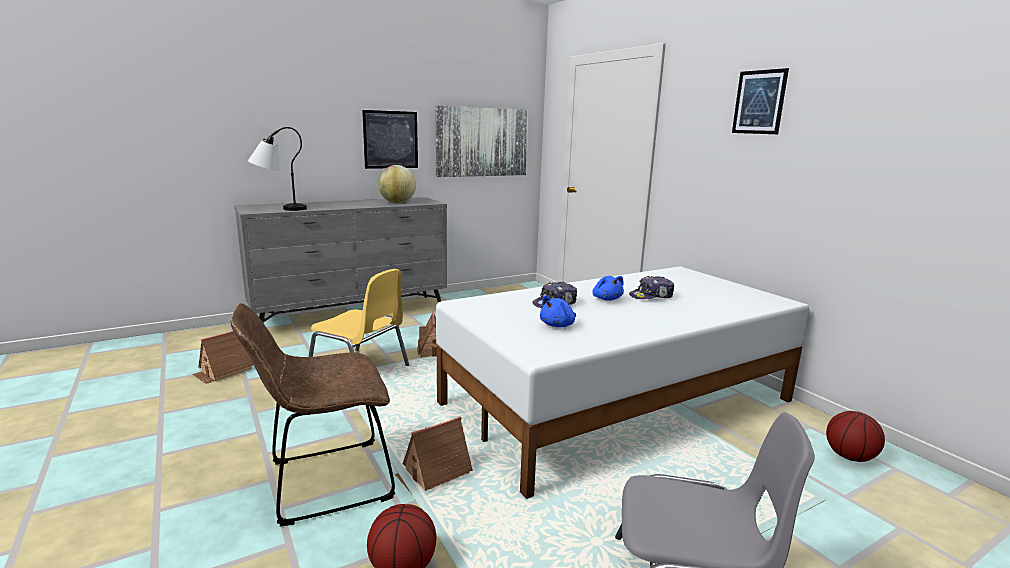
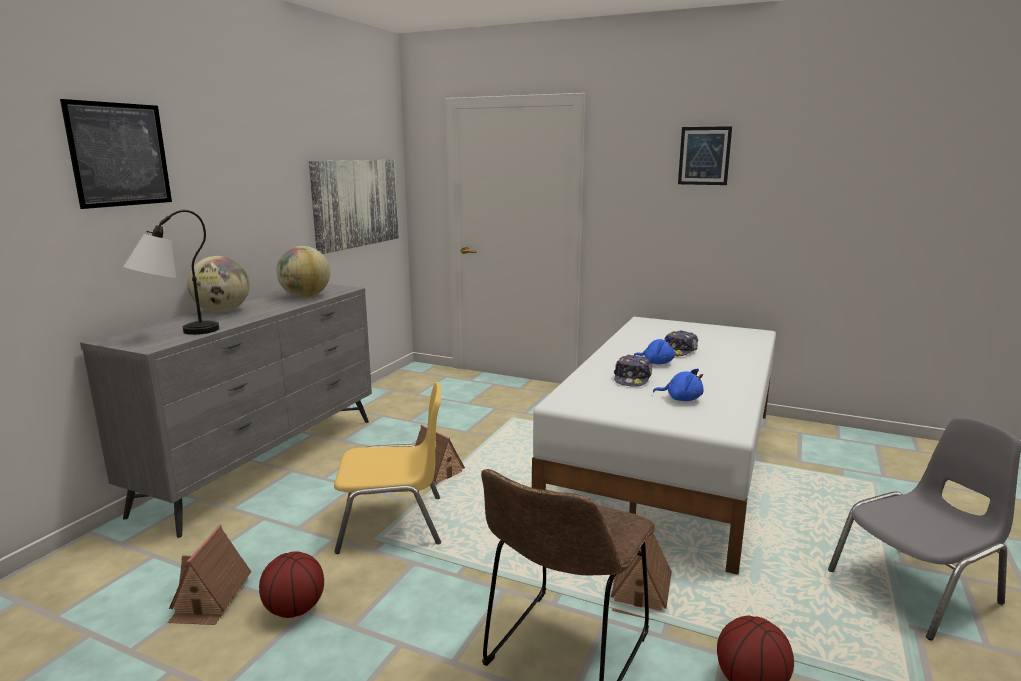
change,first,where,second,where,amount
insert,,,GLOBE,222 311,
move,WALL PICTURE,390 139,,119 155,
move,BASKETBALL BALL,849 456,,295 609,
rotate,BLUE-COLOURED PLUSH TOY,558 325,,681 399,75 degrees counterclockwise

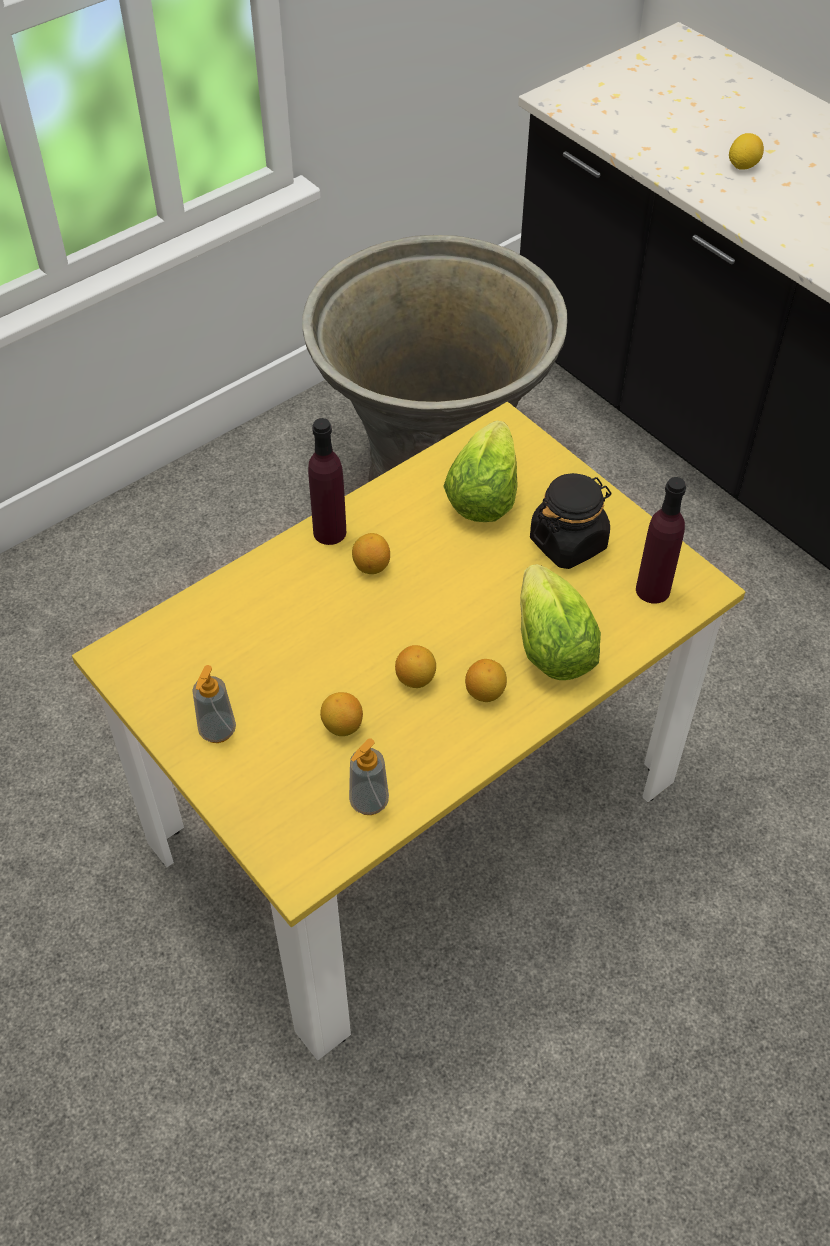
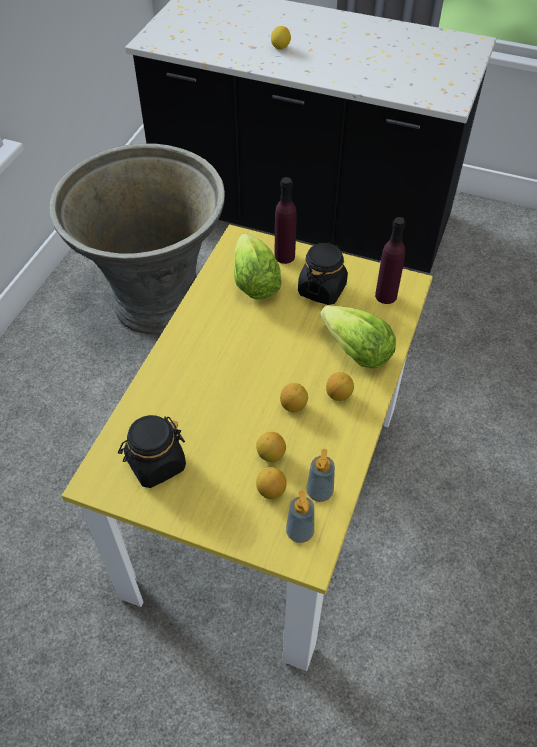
change,first,where,second,where,amount
insert,,,BLACKISH PRESERVE JAR,156 464,
move,SOAP BOTTLE,217 730,,300 532,
move,PURPLE-COLOURED BEVERAGE BOTTLE,330 532,,284 256,
move,CITRUS FRUIT,371 566,,271 490,

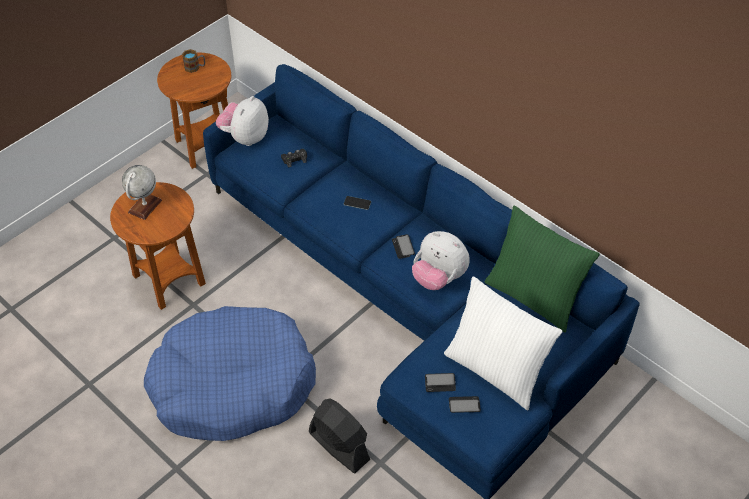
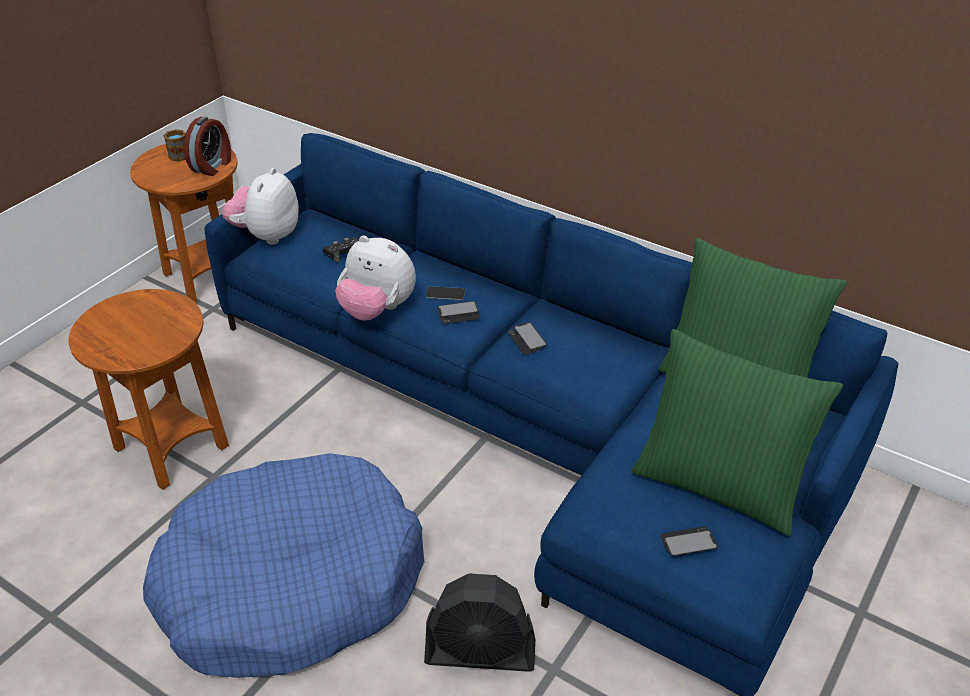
change,first,where,second,where,amount
delete,GLOBE,145 206,,,
insert,,,TABLE CLOCK,212 166,
move,PLUSH TOY,438 278,,377 310,
move,PHONE,440 383,,458 313,
recolor,WHITISH CUSHION,495 370,GREEN CUSHION,718 485,
rotate,BLACKISH FAN,339 446,,480 653,150 degrees clockwise

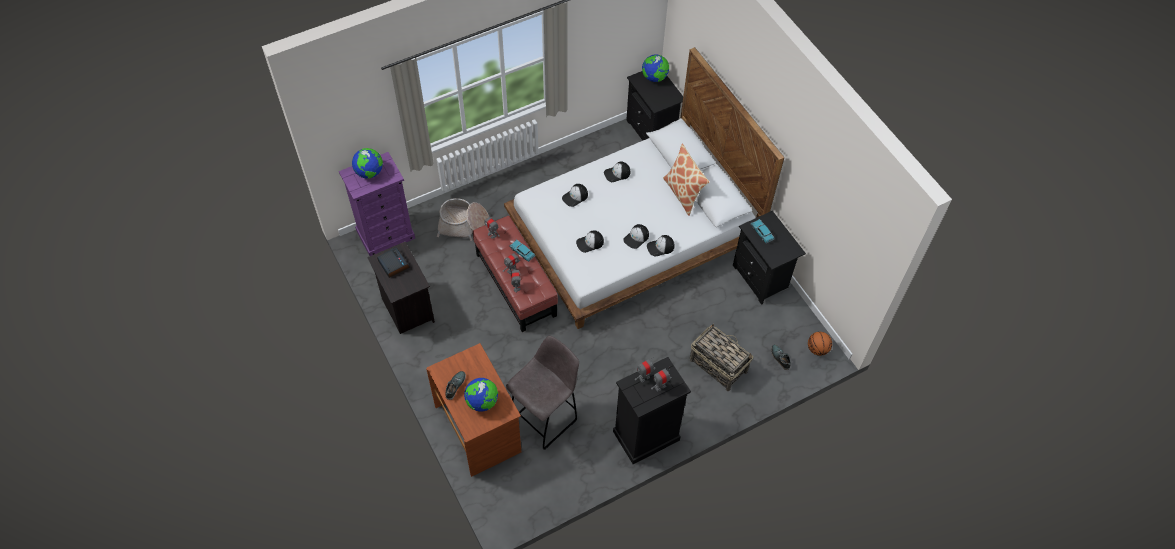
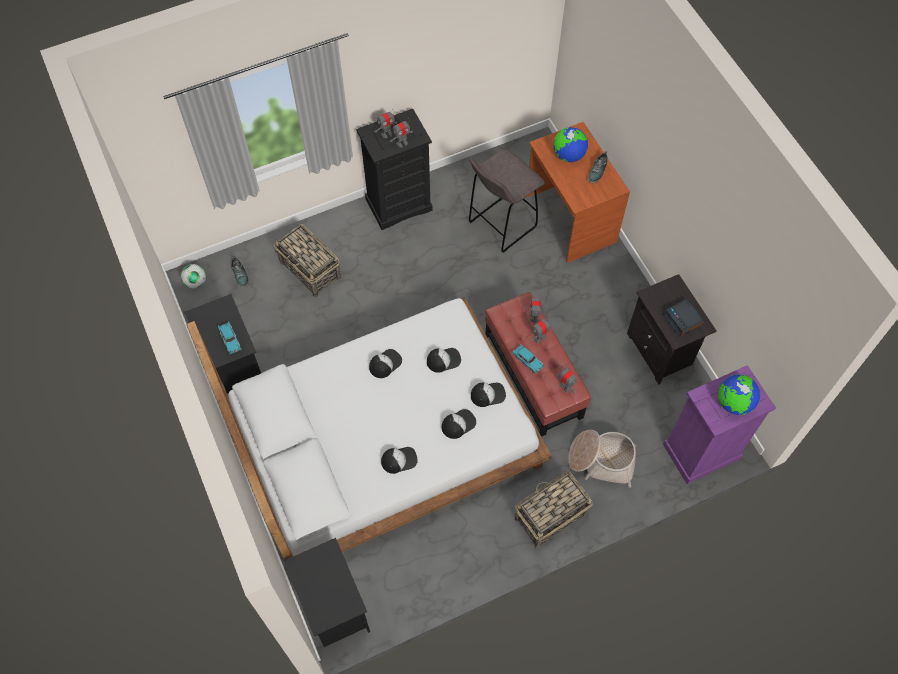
change,first,where,second,where,amount
delete,GLOBE,654 77,,,
delete,CUSHION,683 193,,,
insert,,,BASKET,550 517,
move,BASEBALL CAP,660 247,,488 394,
replace,BASKETBALL BALL,817 349,FOOTBALL BALL,196 282,

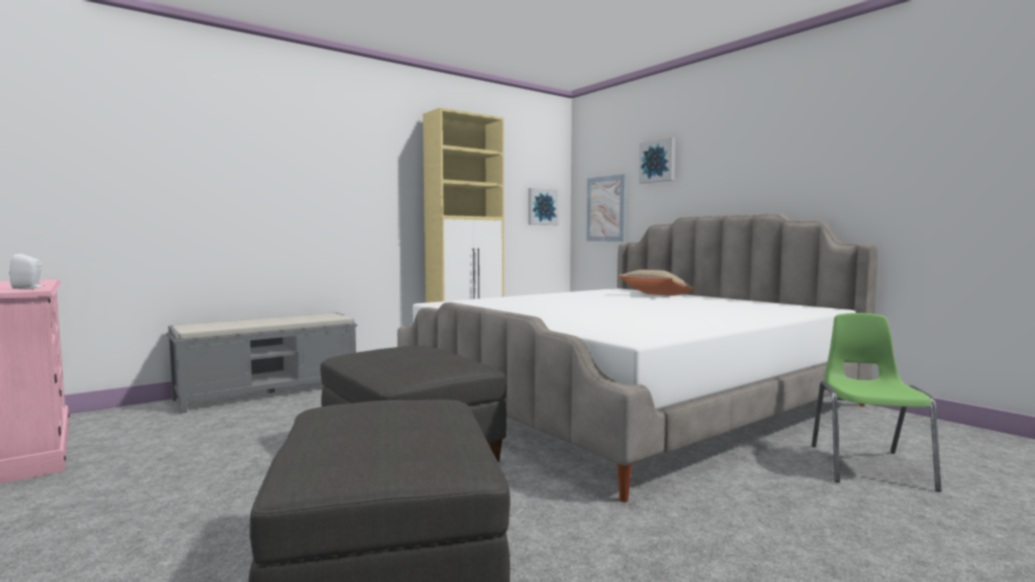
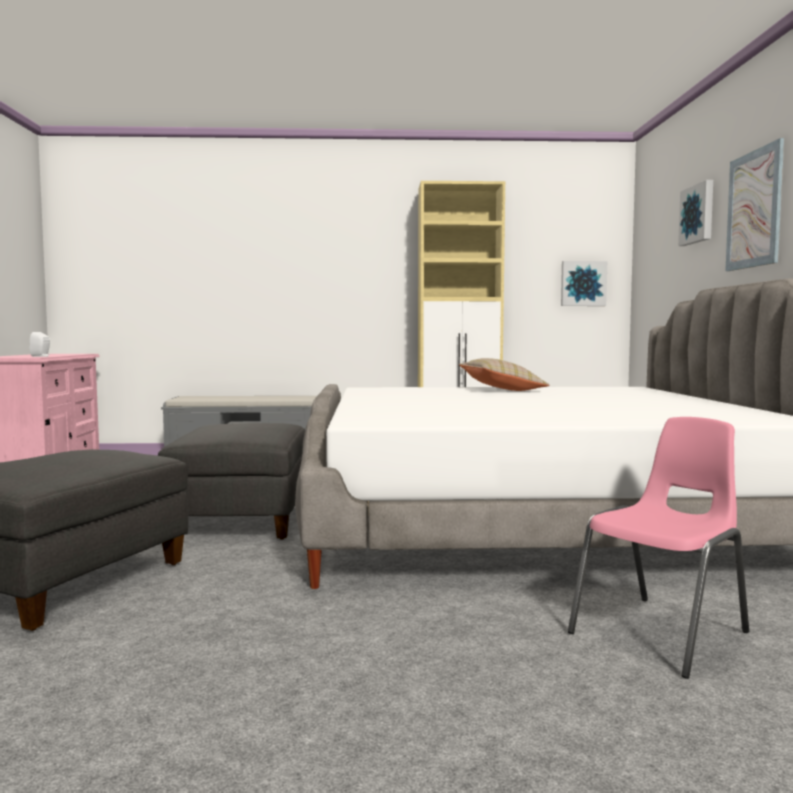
change,first,where,second,where,amount
move,WALL PICTURE,606 209,,754 209,
move,BEIGE CUSHION,656 295,,501 390,
recolor,GREEN CHAIR,868 466,PINK-COLOURED CHAIR,663 633,

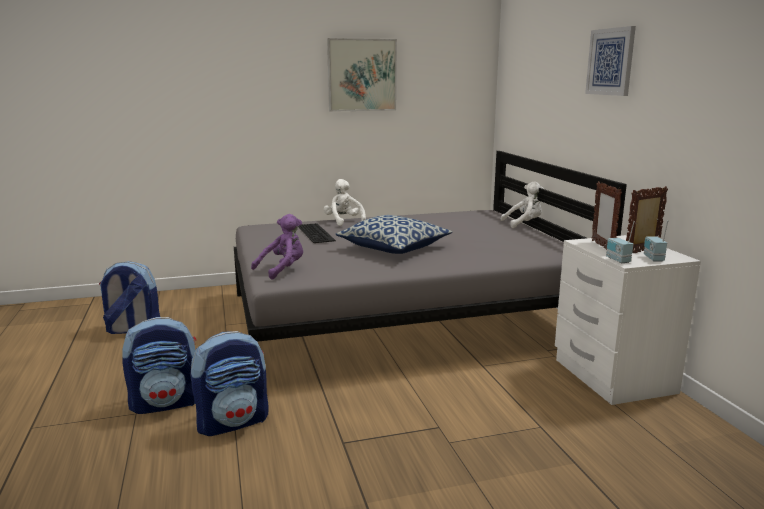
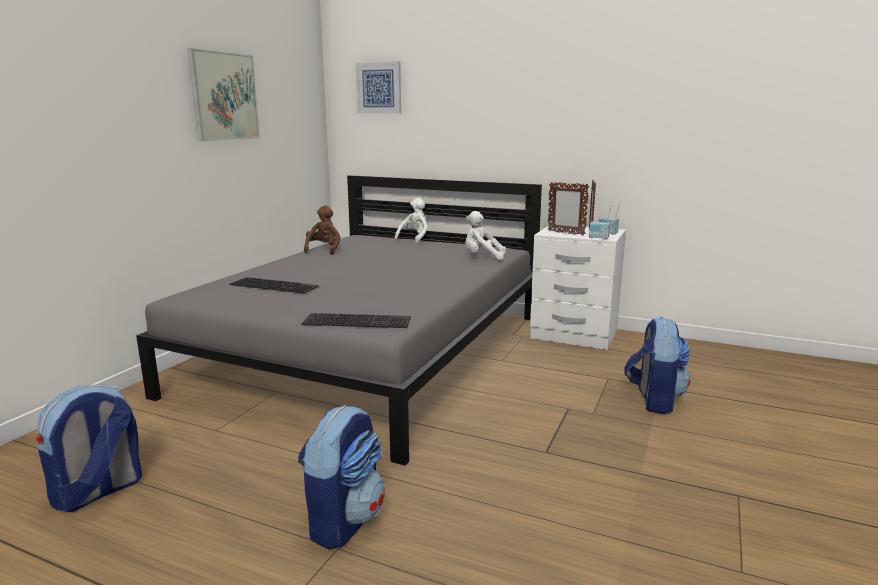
change,first,where,second,where,amount
delete,CUSHION,394 248,,,
insert,,,BROWN-COLOURED PLUSH TOY,324 250,
move,KNAPSACK,233 422,,654 400,
move,WHITISH PLUSH TOY,343 222,,482 257,
move,WALL PICTURE,611 62,,379 88,
replace,PURPLE-COLOURED PLUSH TOY,283 270,KEYBOARD,358 320,

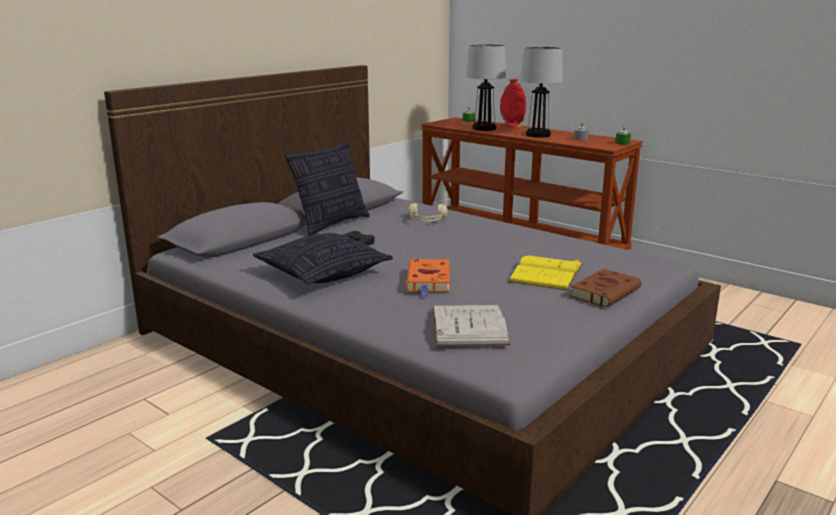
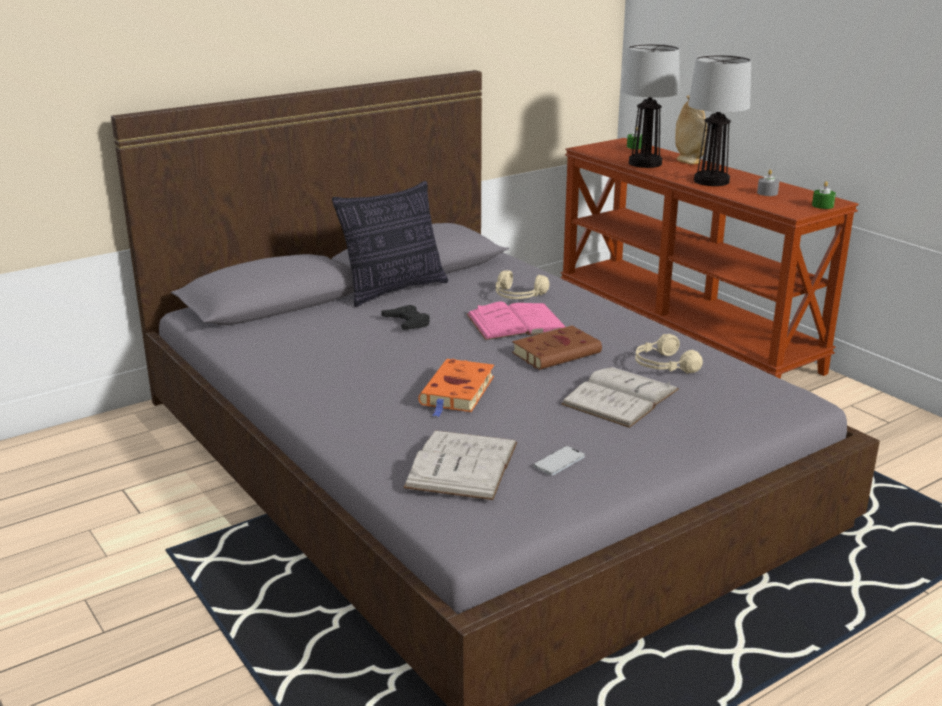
change,first,where,second,where,amount
delete,CUSHION,323 274,,,
insert,,,PINK-COLOURED BOUND BOOK,516 322,
insert,,,PHONE,559 462,
insert,,,BEIGE HEADSET,663 366,
move,BROWN-COLOURED BOUND BOOK,606 292,,558 352,
recolor,RED VASE,512 126,BEIGE VASE,688 161,
recolor,YELLOWISH BOUND BOOK,546 273,WHITISH BOUND BOOK,620 397,

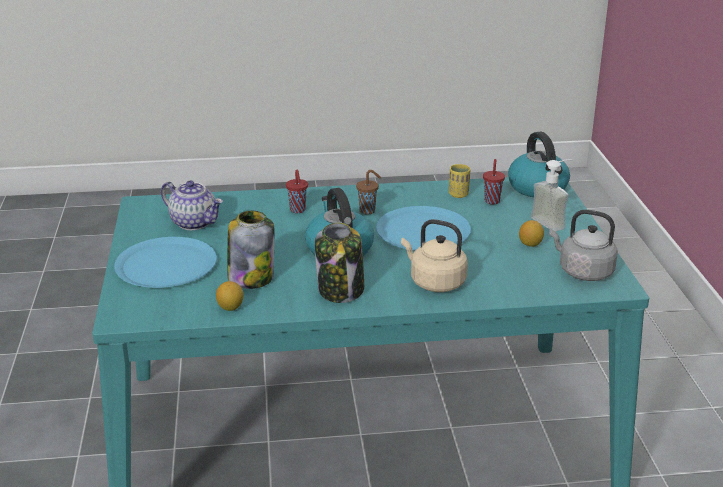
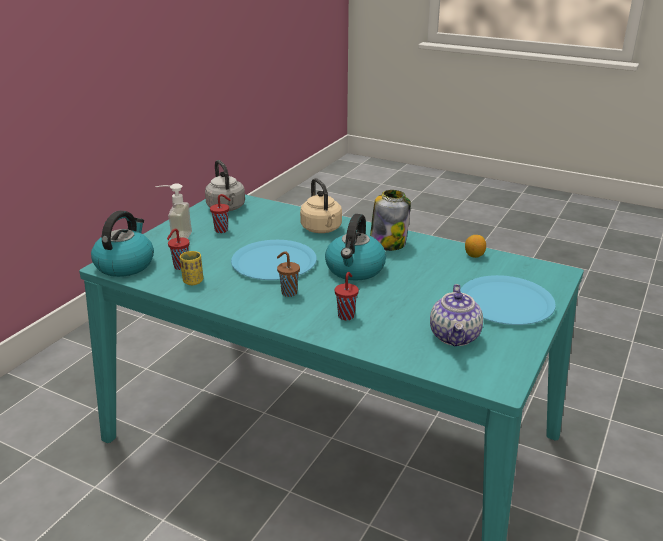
change,first,where,second,where,amount
delete,PRESERVE JAR,251 277,,,
replace,CITRUS FRUIT,530 244,RED CUP,222 230,
rotate,POT FOR TEA,194 223,,455 337,150 degrees counterclockwise

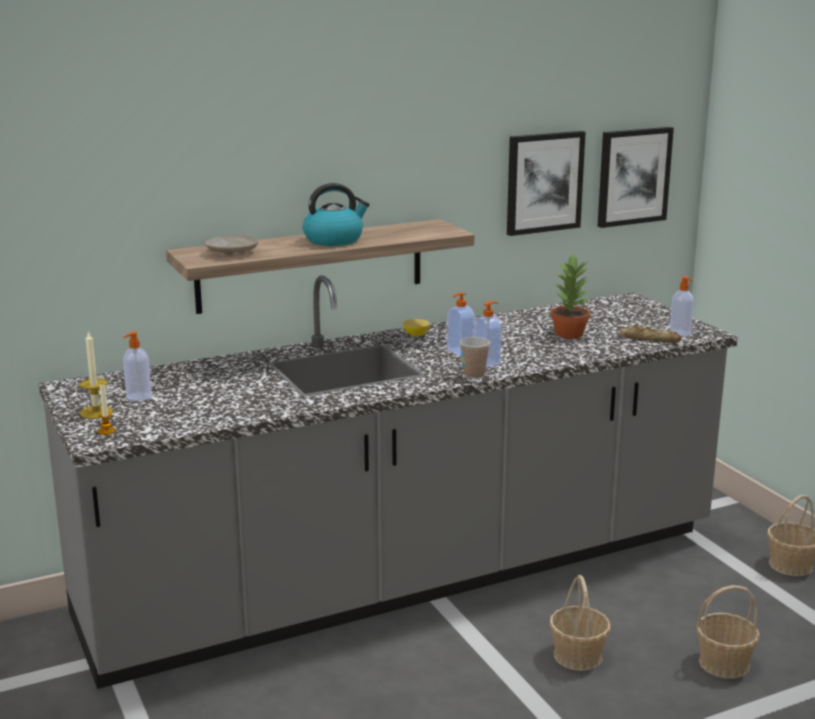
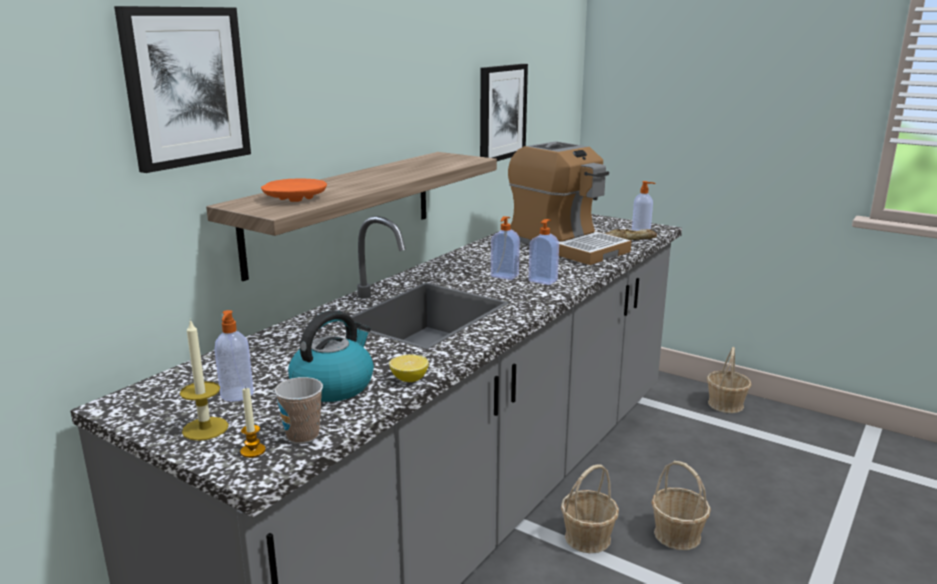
change,first,where,second,where,amount
move,KETTLE,334 240,,333 385,
move,CITRUS FRUIT,416 335,,409 379,
move,CUP,474 375,,303 435,
move,WALL PICTURE,633 176,,185 87,
move,BASKET,724 663,,588 538,
replace,HOUSEPLANT,570 334,COFFEE MACHINE,565 245,
recolor,BEIGE DINNER PLATE,232 252,ORANGE DINNER PLATE,294 198,

